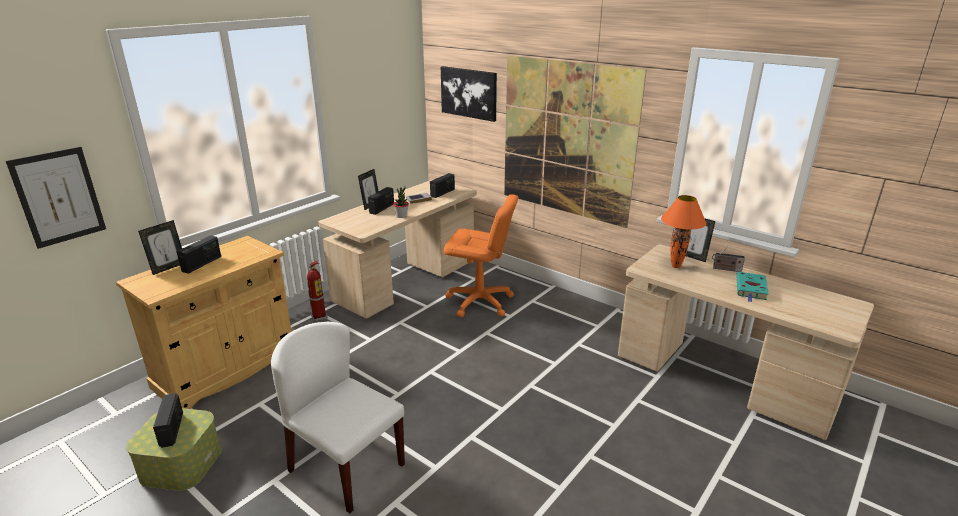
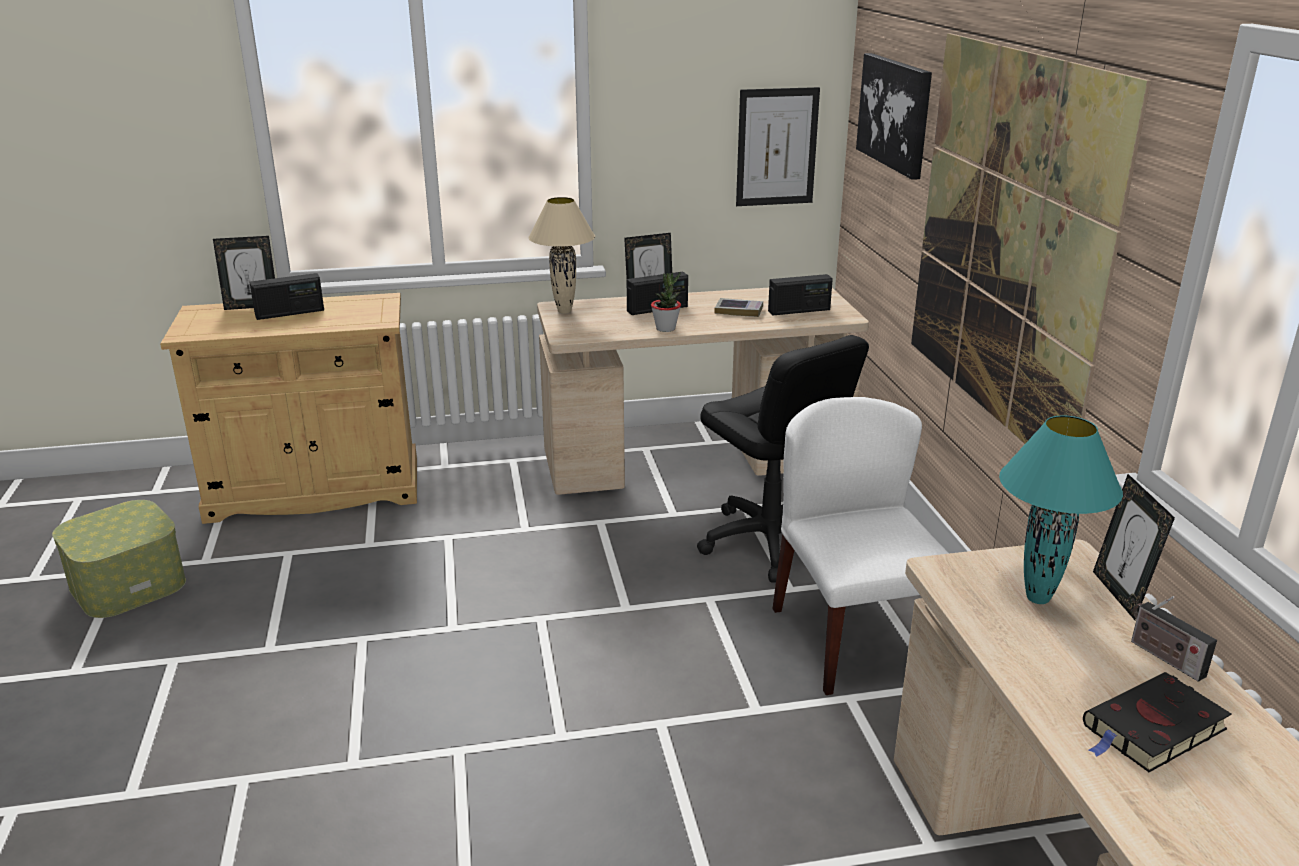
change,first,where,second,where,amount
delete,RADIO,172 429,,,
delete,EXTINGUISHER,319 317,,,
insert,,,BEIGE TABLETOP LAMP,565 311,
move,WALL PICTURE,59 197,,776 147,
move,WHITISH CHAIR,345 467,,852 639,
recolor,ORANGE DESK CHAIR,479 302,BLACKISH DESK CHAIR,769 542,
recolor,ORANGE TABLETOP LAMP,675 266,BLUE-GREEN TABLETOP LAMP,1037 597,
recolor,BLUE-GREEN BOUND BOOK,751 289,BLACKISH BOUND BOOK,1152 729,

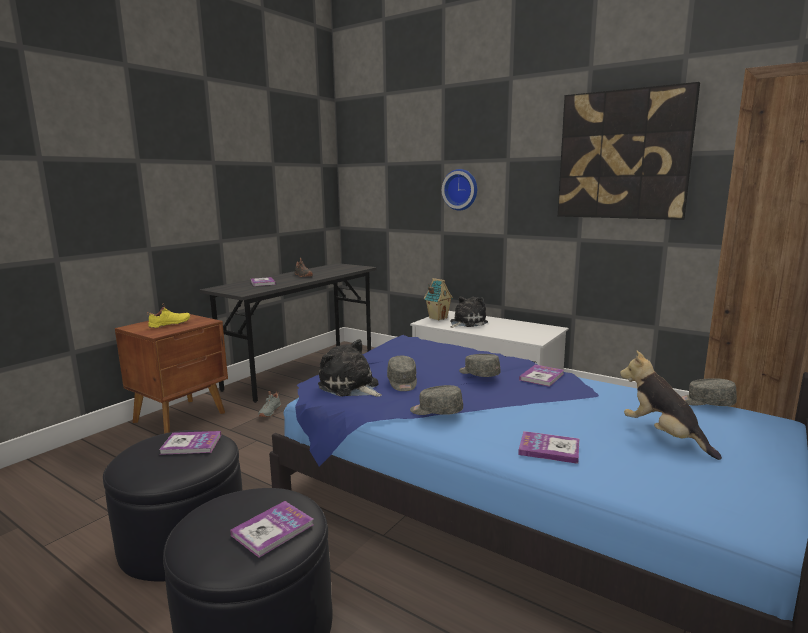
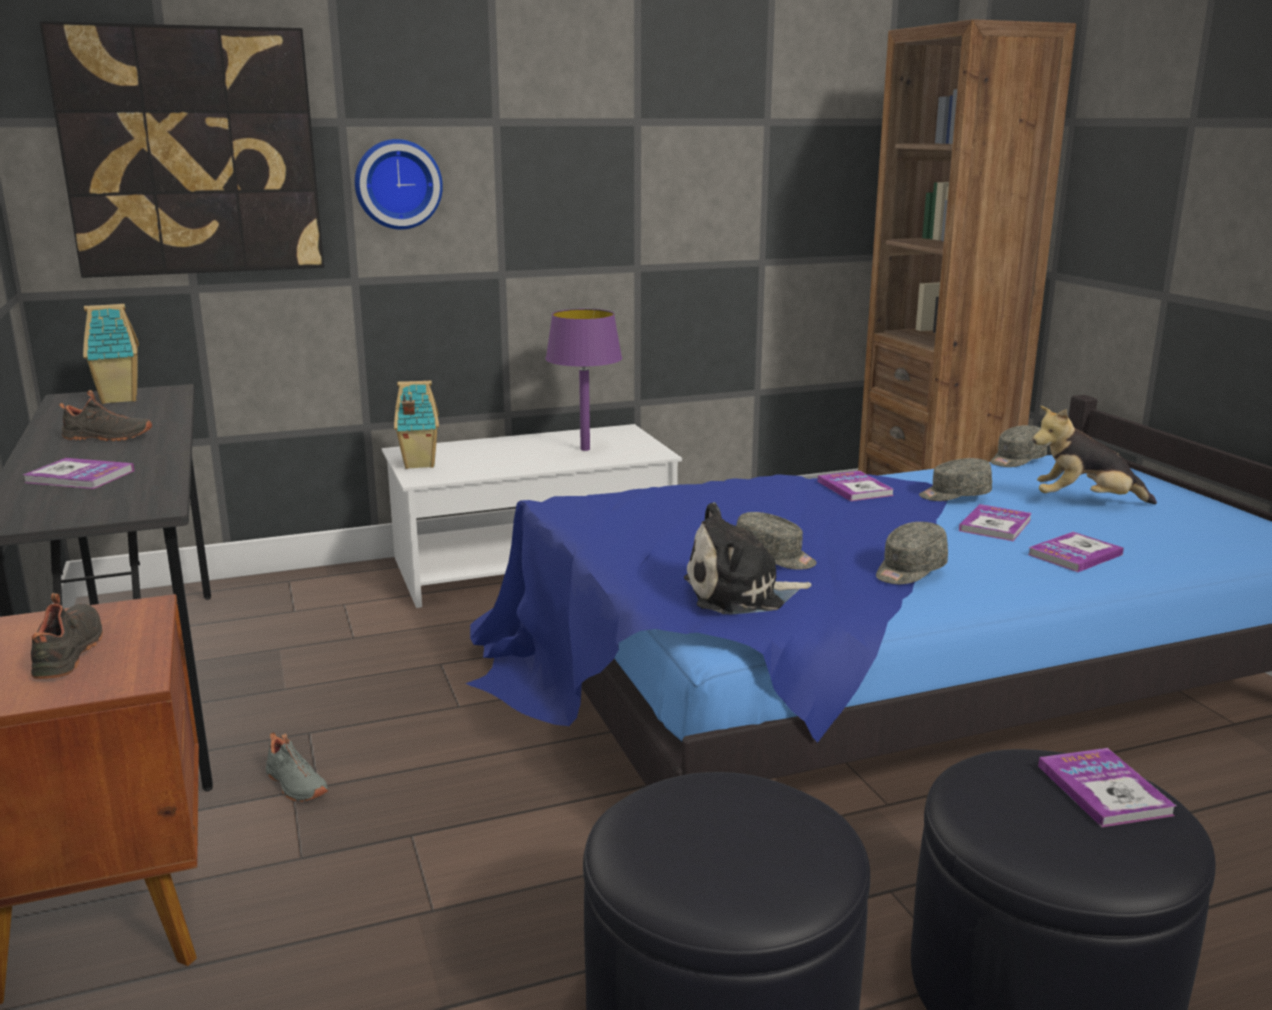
change,first,where,second,where,amount
delete,PLUSH TOY,466 323,,,
insert,,,TOY HOUSE,121 399,
insert,,,PURPLE-COLOURED TABLETOP LAMP,585 449,
move,BOUND BOOK,191 444,,995 525,
move,GREYISH BASEBALL CAP,478 374,,954 495,
move,WALL PICTURE,623 155,,191 152,
recolor,YELLOWISH LOW SHOE,170 324,BLACKISH LOW SHOE,71 652,

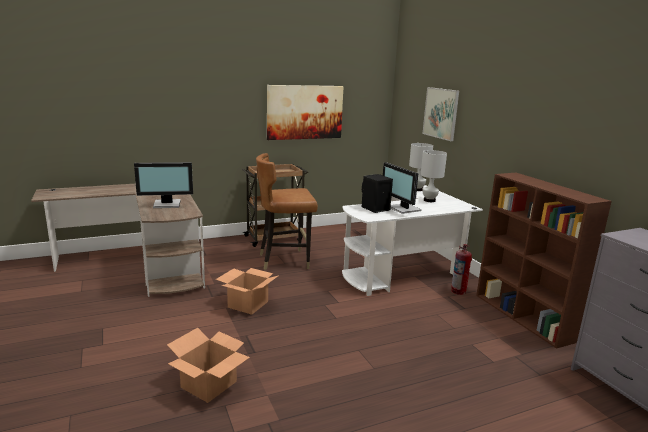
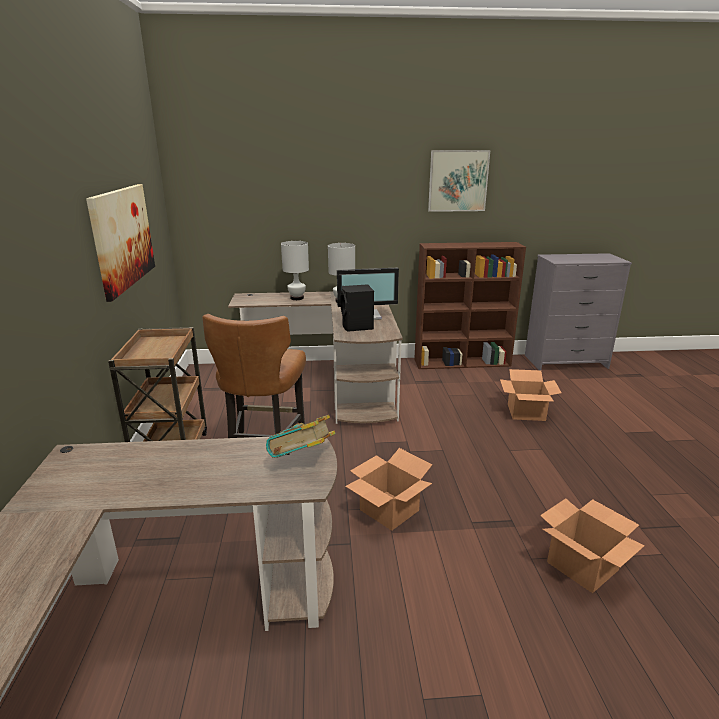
change,first,where,second,where,amount
delete,COMPUTER SCREEN,167 204,,,
delete,EXTINGUISHER,458 291,,,
insert,,,BOUND BOOK,302 460,
insert,,,PACKING BOX,526 412,
move,WALL PICTURE,441 113,,458 181,
recolor,WHITISH DESK TABLE,405 265,BROWN-COLOURED DESK TABLE,334 383,

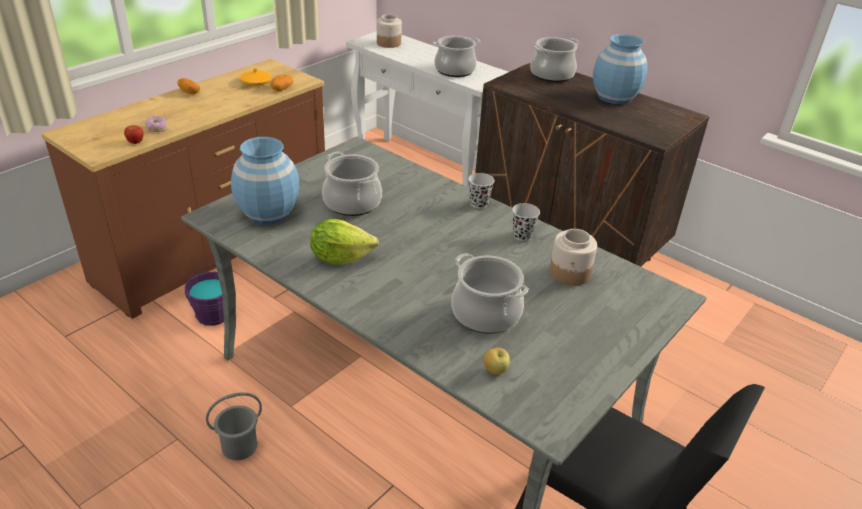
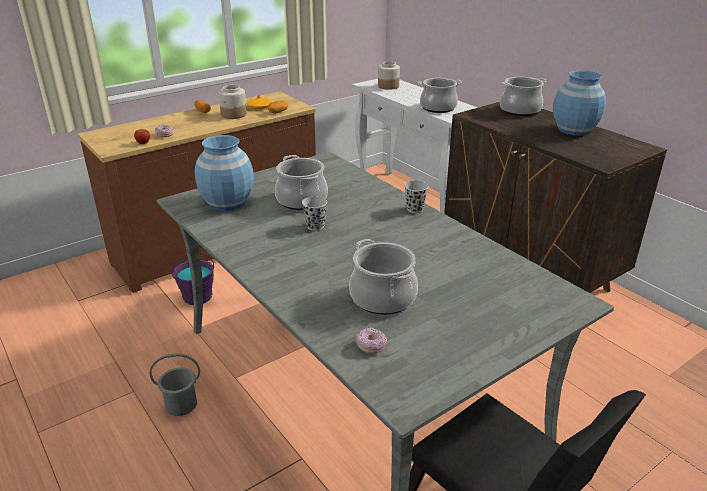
change,first,where,second,where,amount
delete,HEAD OF LETTUCE,340 258,,,
move,BLACKISH CUP,522 235,,315 226,
move,PRESERVE JAR,570 273,,234 114,
replace,APPLE FRUIT,495 370,DOUGHNUT,371 346,

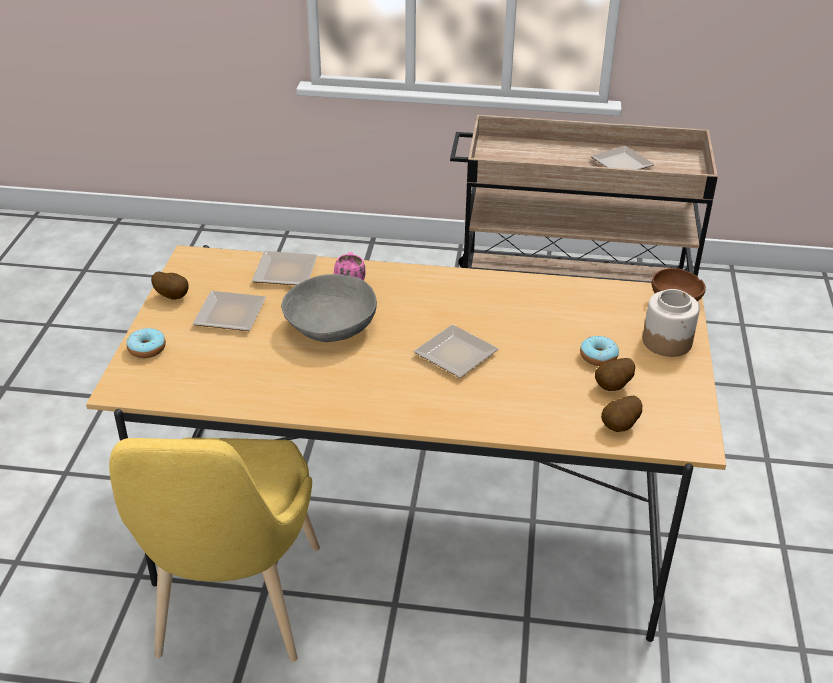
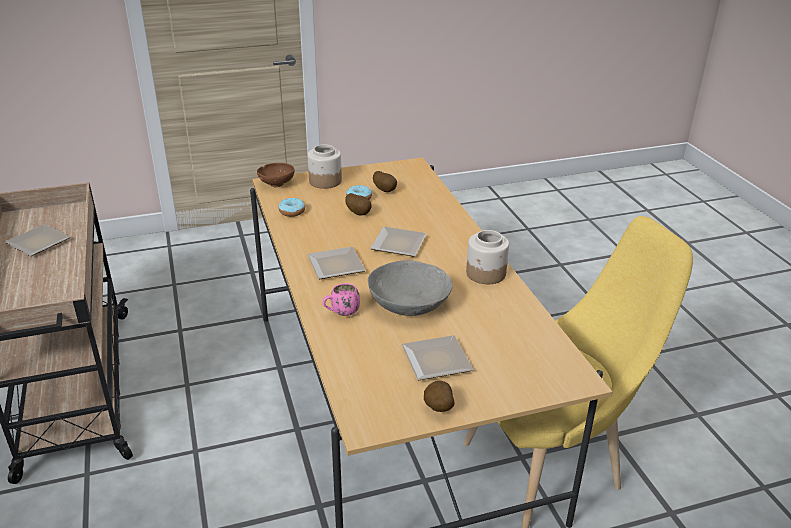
change,first,where,second,where,amount
insert,,,PRESERVE JAR,486 274,
move,DOUGHNUT,147 349,,292 212,
move,DINNER PLATE,283 273,,338 266,
move,POTATO,620 427,,359 213,

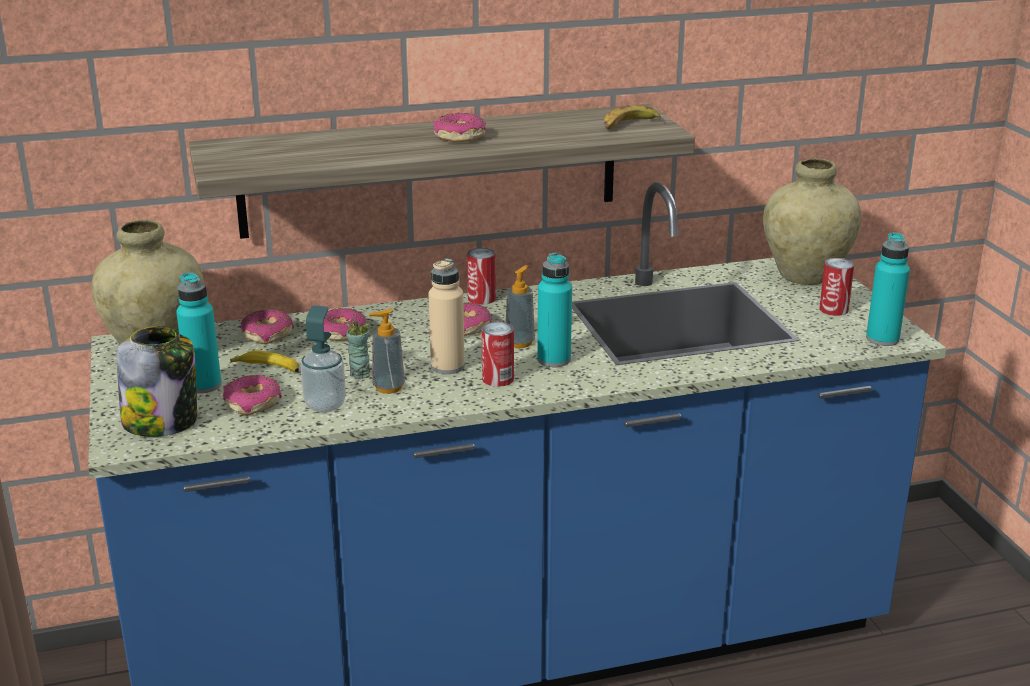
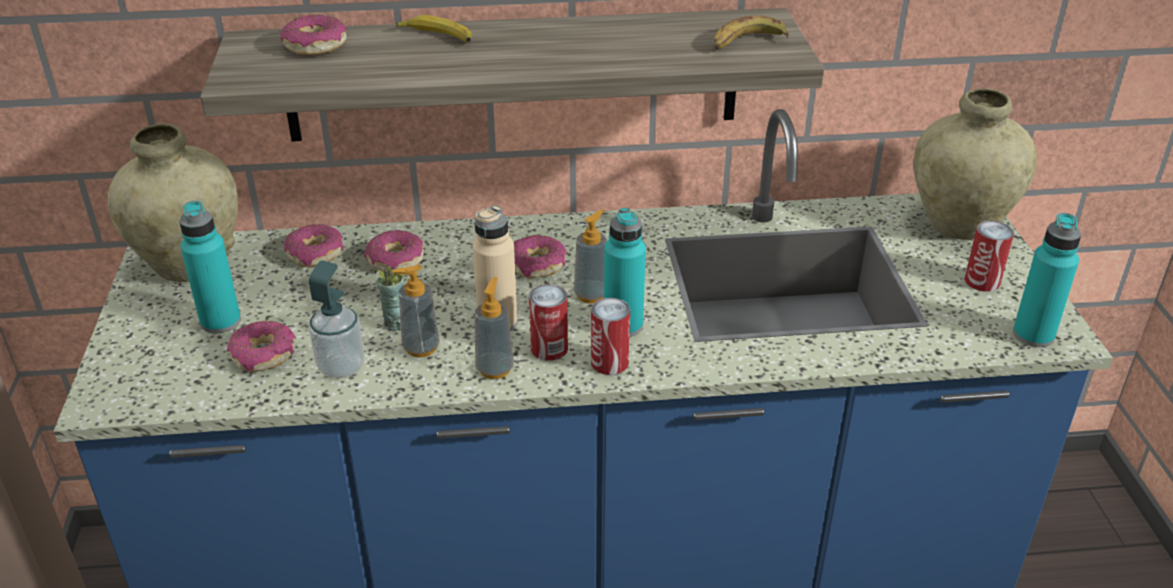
change,first,where,second,where,amount
delete,PRESERVE JAR,162 421,,,
insert,,,SOAP BOTTLE,495 369,
move,BANANA FRUIT,268 368,,437 37,
move,DOUGHNUT,459 137,,315 46,
move,METAL CAN,481 298,,609 362,

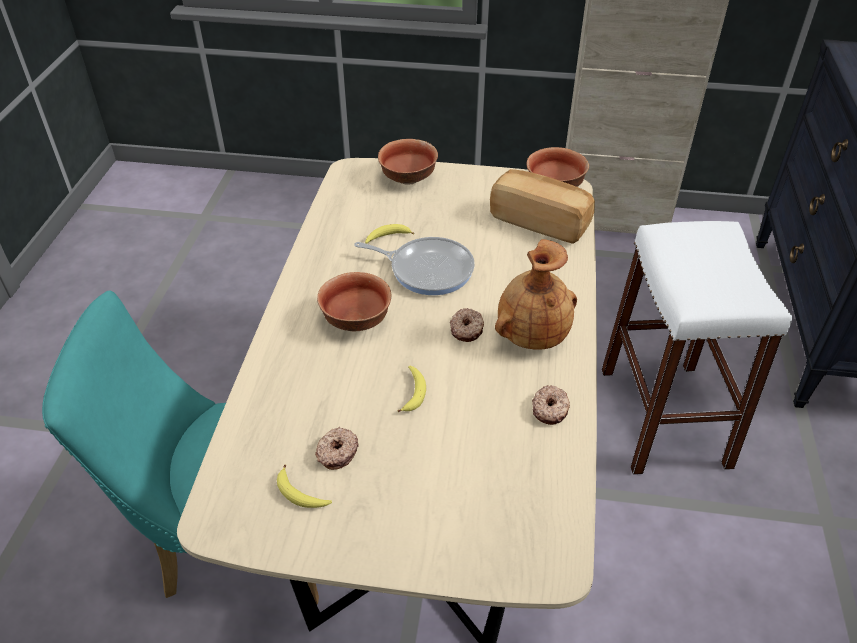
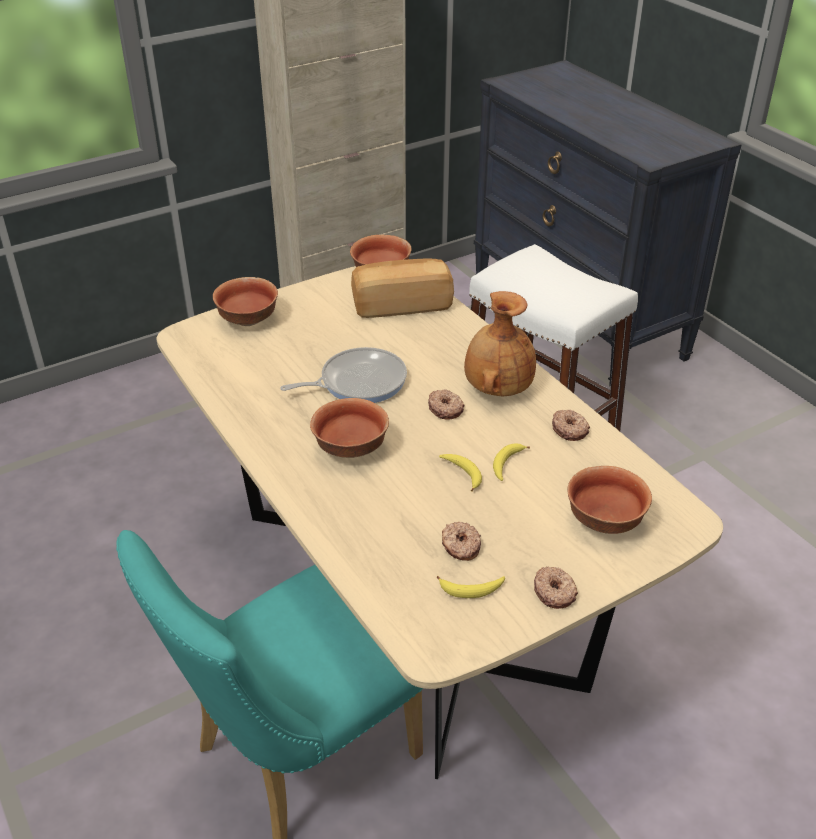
change,first,where,second,where,amount
insert,,,DOUGHNUT,554 592,
insert,,,BOWL,603 521,
move,BANANA FRUIT,387 237,,507 464,

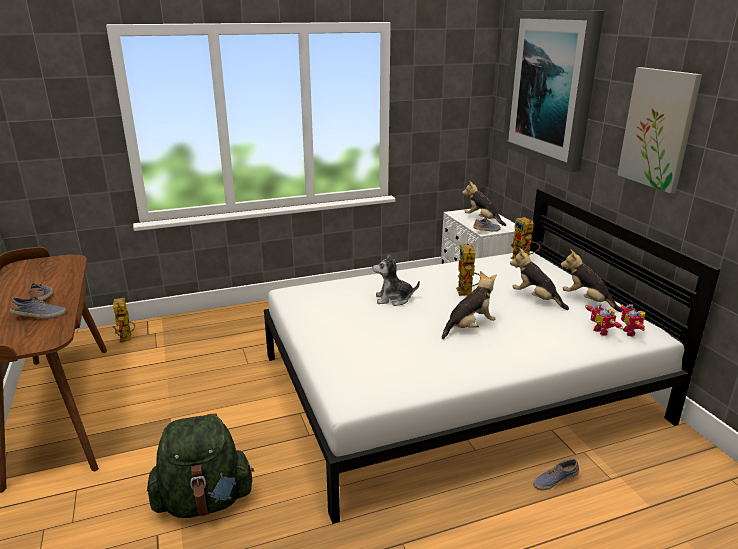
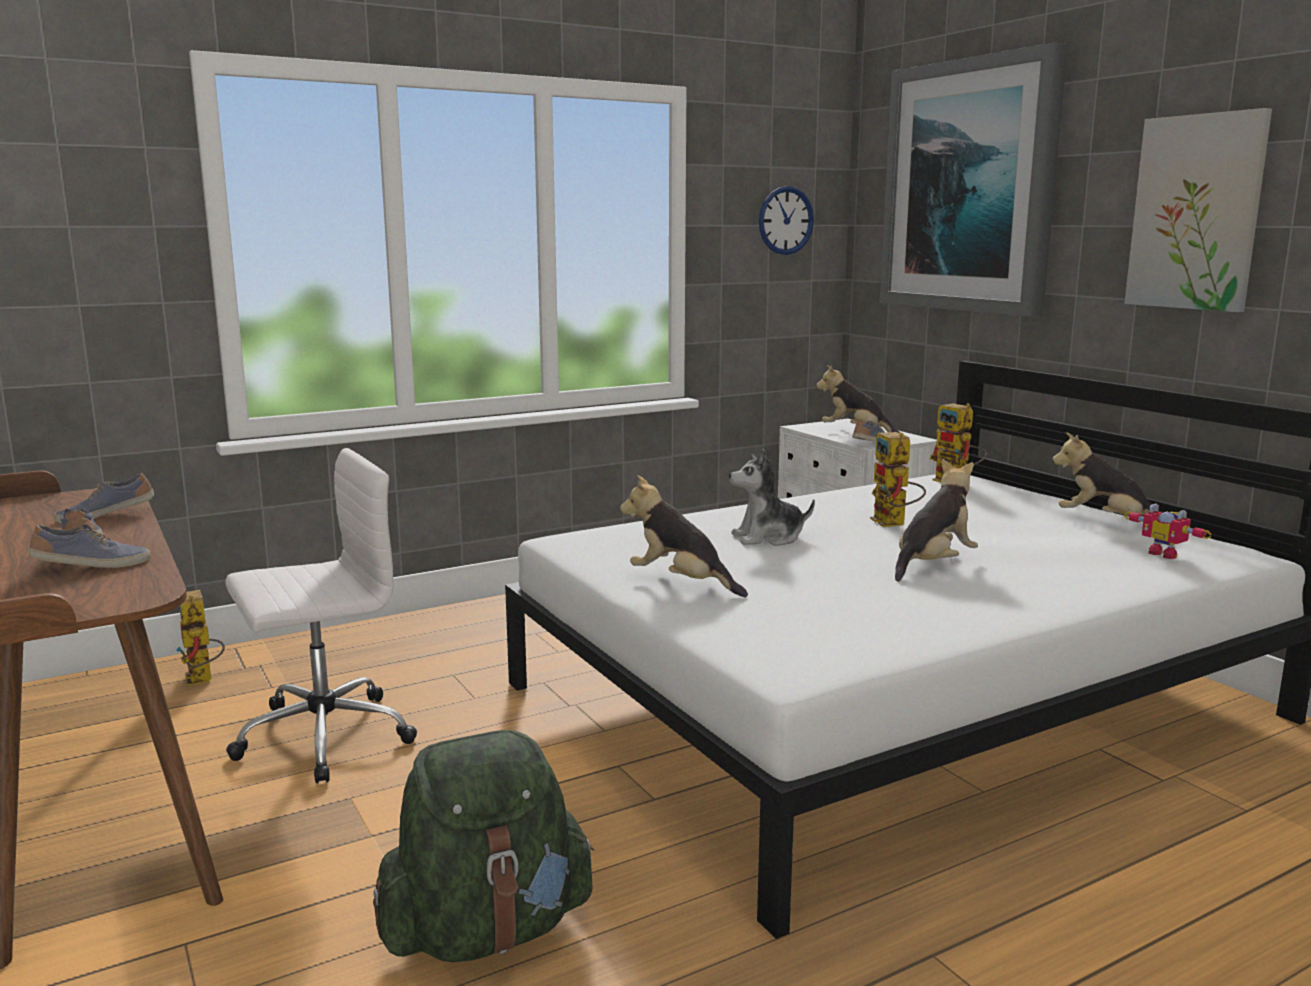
change,first,where,second,where,amount
delete,TOY ROBOT,631 332,,,
insert,,,WHITISH DESK CHAIR,321 737,
insert,,,WALL CLOCK,785 220,
move,PLUSH TOY,536 299,,681 583,
move,LOW SHOE,554 480,,106 515,

